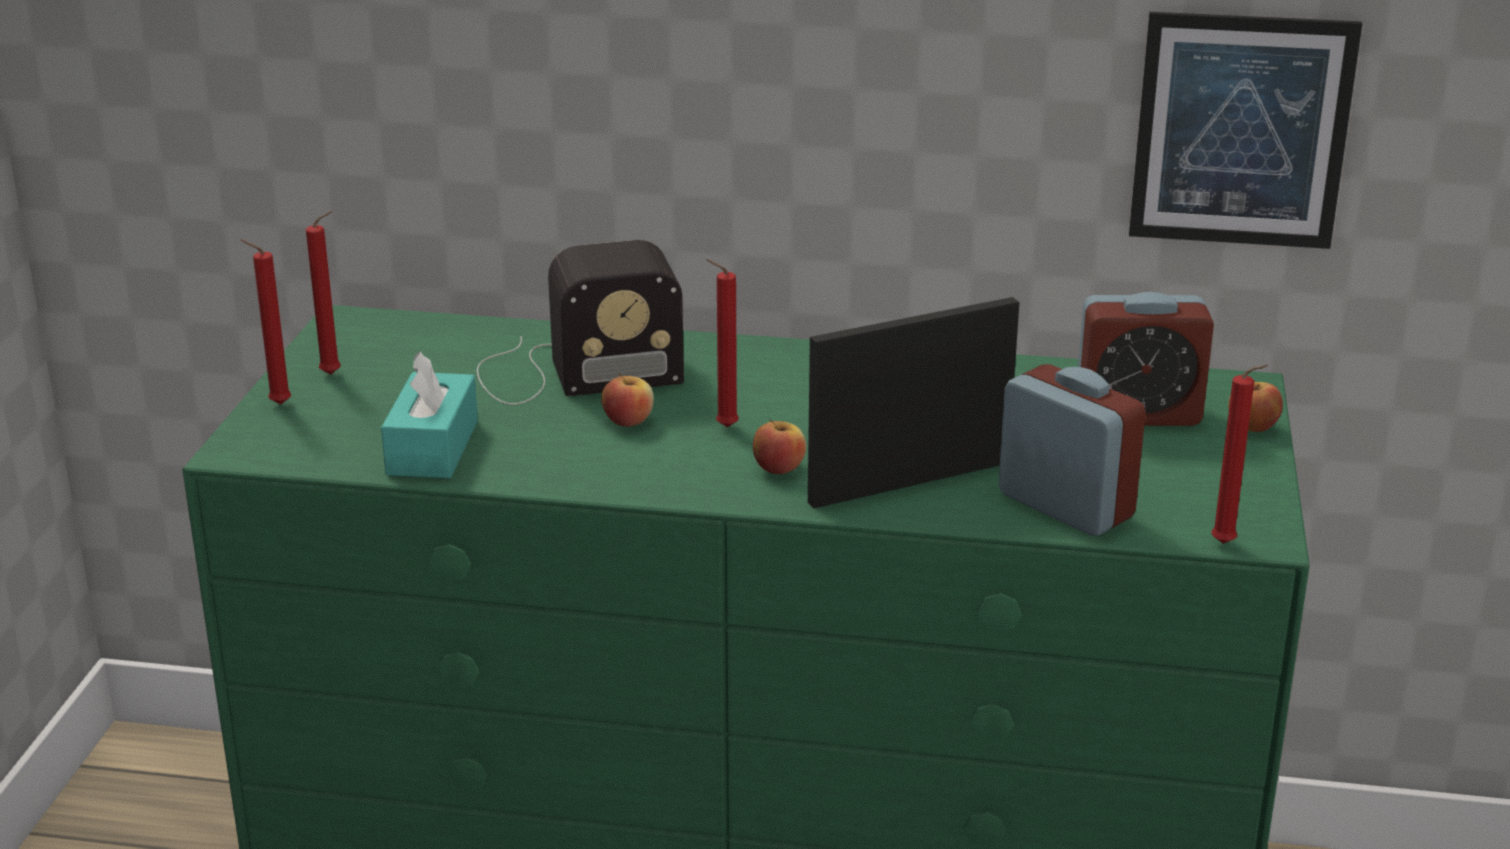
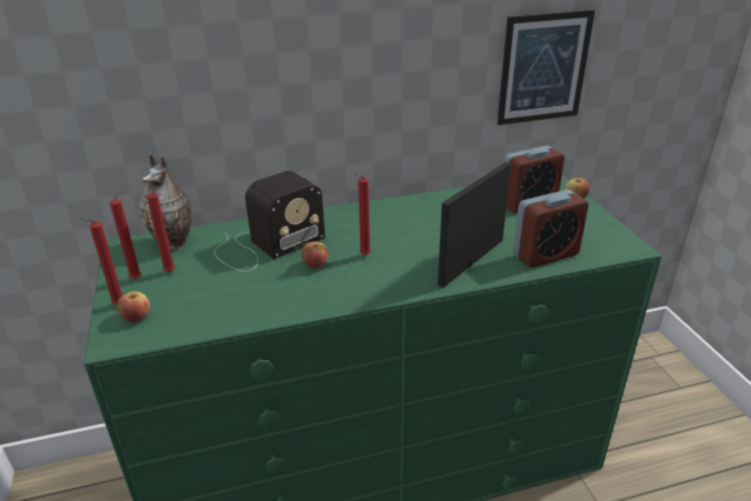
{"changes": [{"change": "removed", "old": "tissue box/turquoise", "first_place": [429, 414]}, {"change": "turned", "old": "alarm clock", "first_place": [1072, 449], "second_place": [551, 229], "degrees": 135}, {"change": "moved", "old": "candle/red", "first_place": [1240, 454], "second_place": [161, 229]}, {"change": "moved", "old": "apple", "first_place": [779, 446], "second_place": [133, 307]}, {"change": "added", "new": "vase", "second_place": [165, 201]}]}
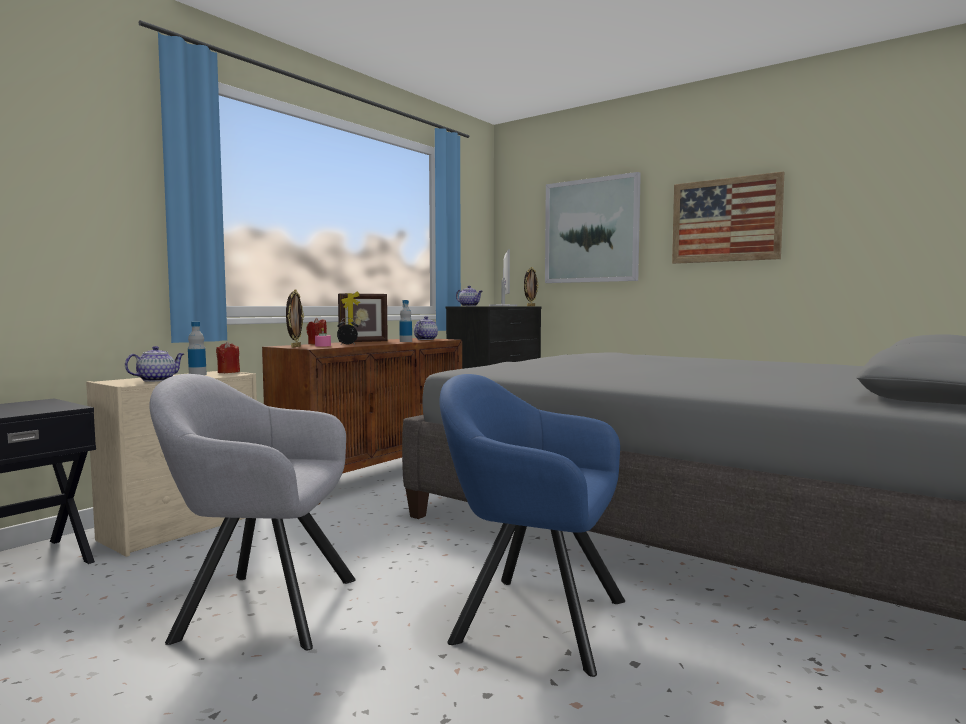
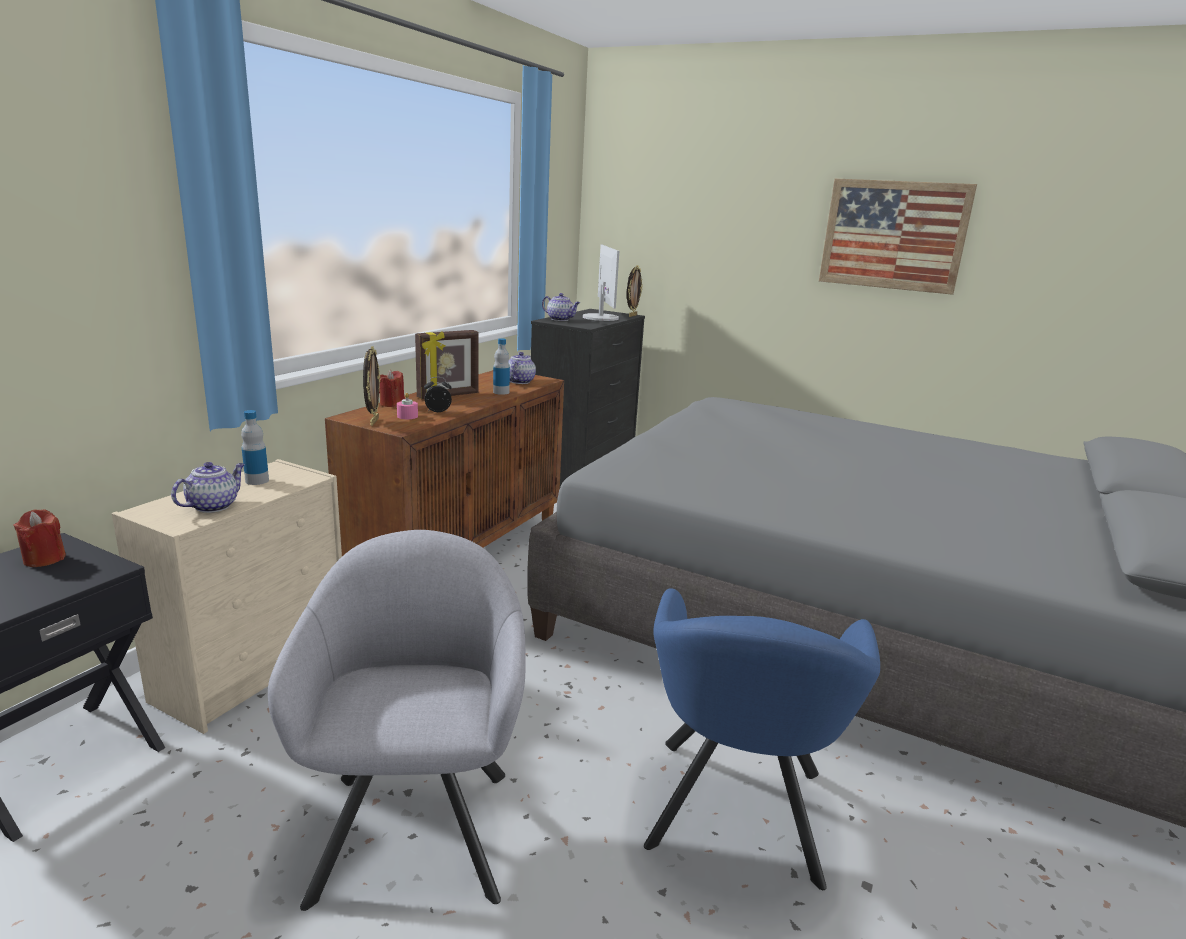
{"changes": [{"change": "removed", "old": "picture", "first_place": [593, 227]}, {"change": "moved", "old": "candle/red", "first_place": [228, 357], "second_place": [40, 538]}, {"change": "turned", "old": "armchair/grey", "first_place": [252, 512], "second_place": [396, 720], "degrees": 90}, {"change": "turned", "old": "armchair/blue", "first_place": [532, 525], "second_place": [762, 739], "degrees": -90}]}
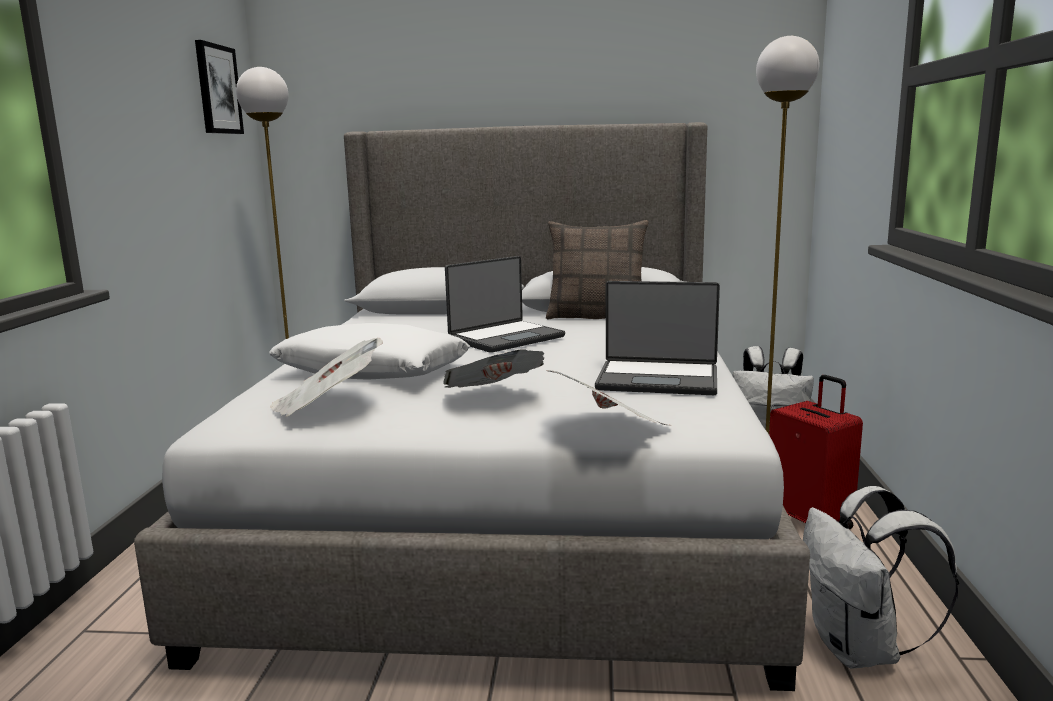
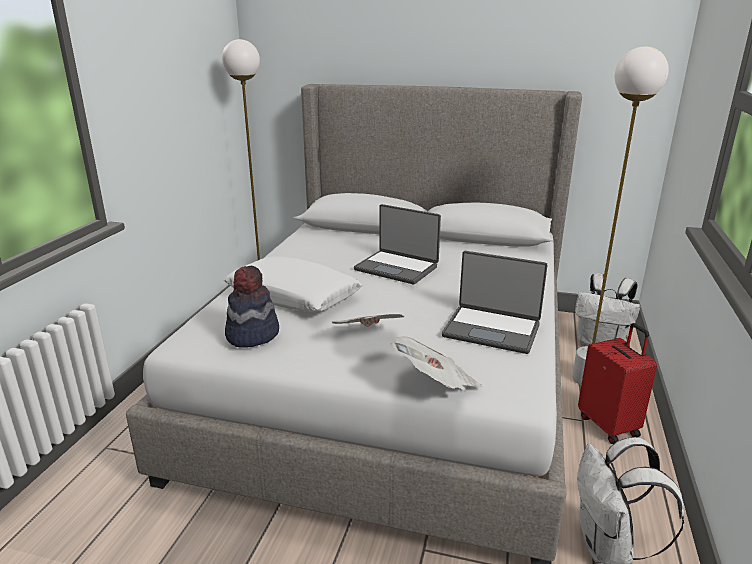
{"changes": [{"change": "removed", "old": "picture", "first_place": [219, 87]}, {"change": "removed", "old": "pillow", "first_place": [597, 270]}, {"change": "turned", "old": "laptop", "first_place": [505, 304], "second_place": [397, 244], "degrees": 60}, {"change": "replaced", "old": "newspaper", "new": "hat", "first_place": [326, 377], "second_place": [252, 307]}]}
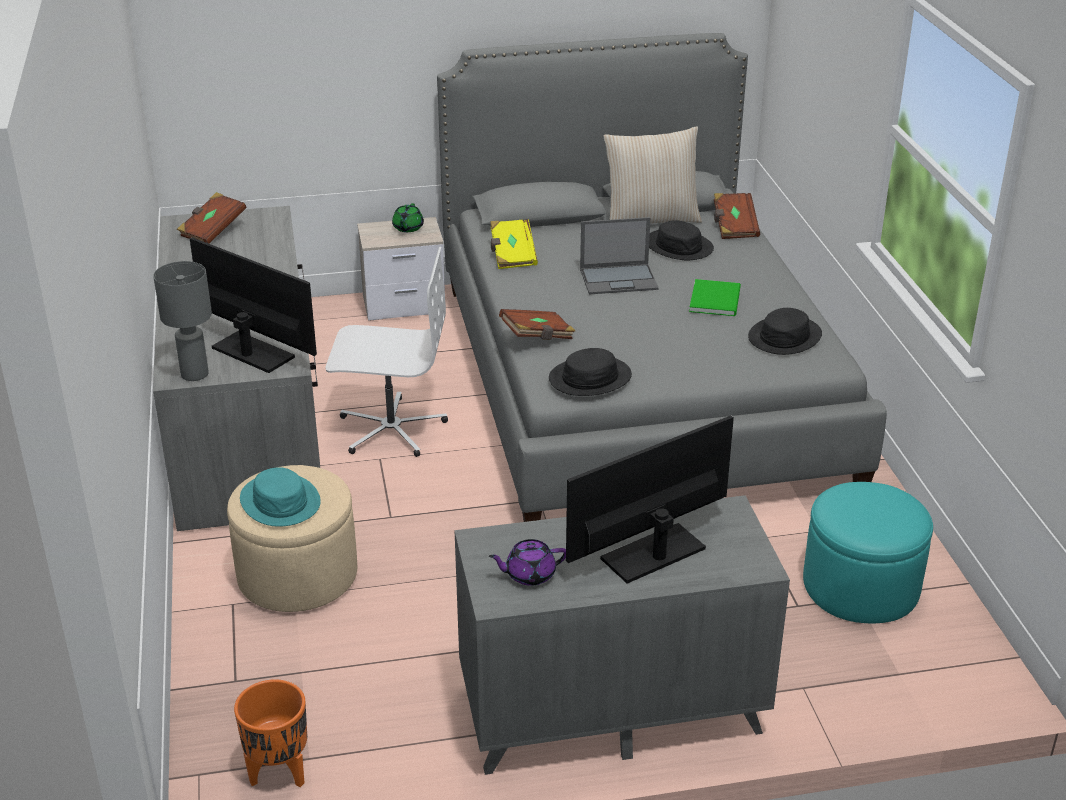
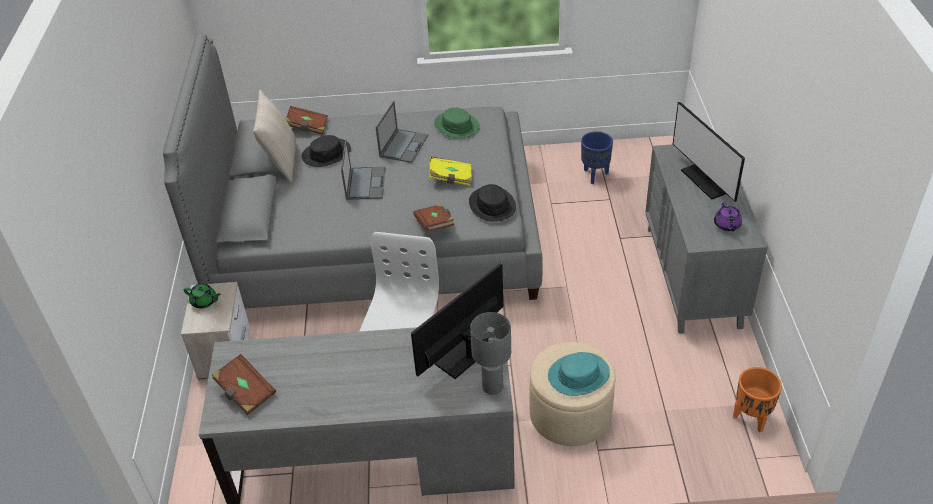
{"changes": [{"change": "moved", "old": "book/yellow", "first_place": [514, 244], "second_place": [451, 171]}, {"change": "replaced", "old": "book/green", "new": "laptop", "first_place": [715, 297], "second_place": [401, 132]}, {"change": "recoloured", "old": "hat/black", "new": "hat/green", "first_place": [785, 331], "second_place": [457, 122]}, {"change": "replaced", "old": "ottoman/turquoise", "new": "planter/blue", "first_place": [868, 552], "second_place": [597, 157]}]}
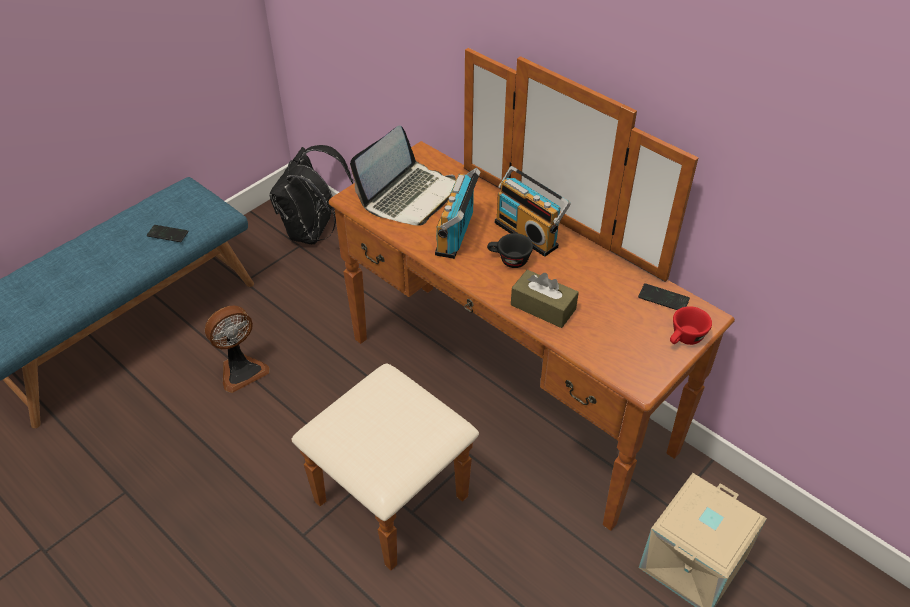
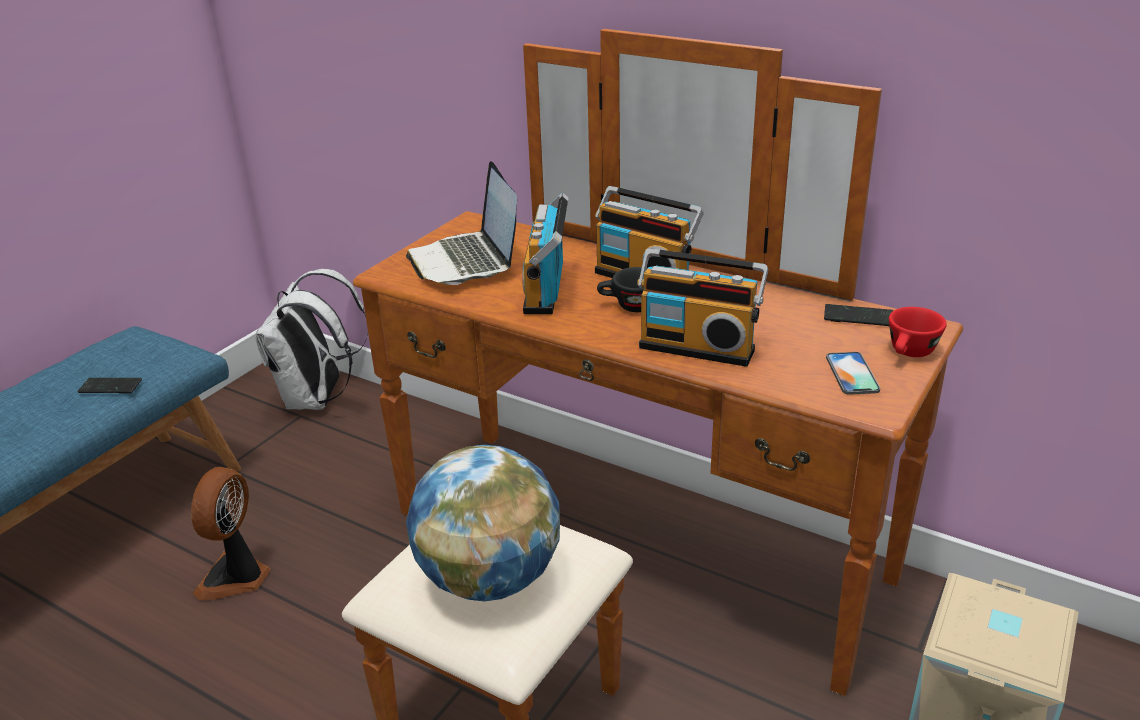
{"changes": [{"change": "turned", "old": "laptop", "first_place": [403, 175], "second_place": [461, 223], "degrees": 135}, {"change": "recoloured", "old": "backpack/black", "new": "backpack/white", "first_place": [311, 194], "second_place": [311, 339]}, {"change": "replaced", "old": "tissue box/brown", "new": "radio", "first_place": [545, 299], "second_place": [702, 307]}, {"change": "turned", "old": "fan", "first_place": [237, 349], "second_place": [230, 533], "degrees": 150}, {"change": "added", "new": "phone", "second_place": [853, 373]}, {"change": "added", "new": "globe", "second_place": [483, 523]}]}
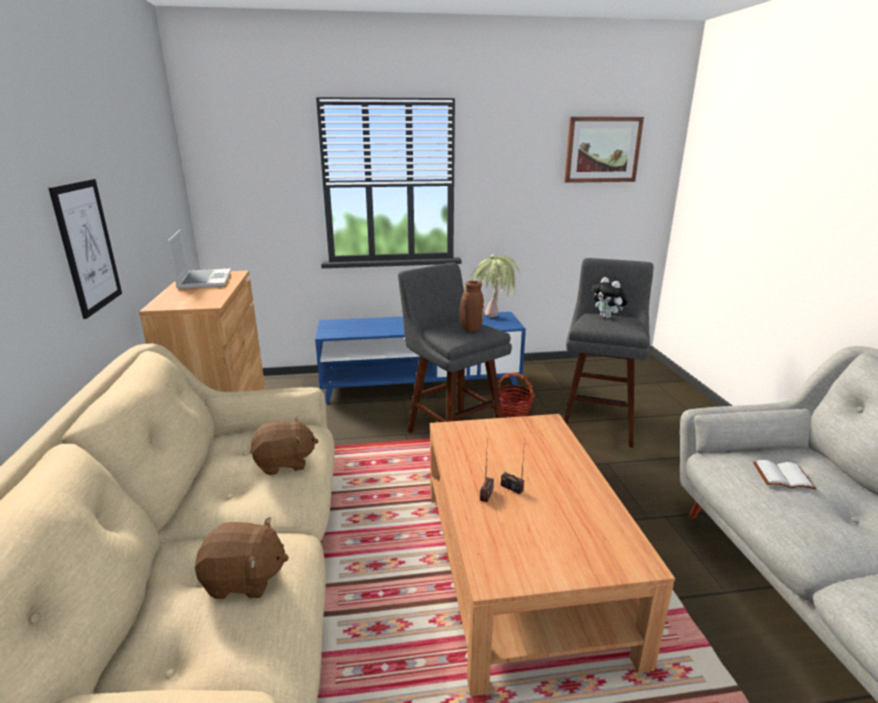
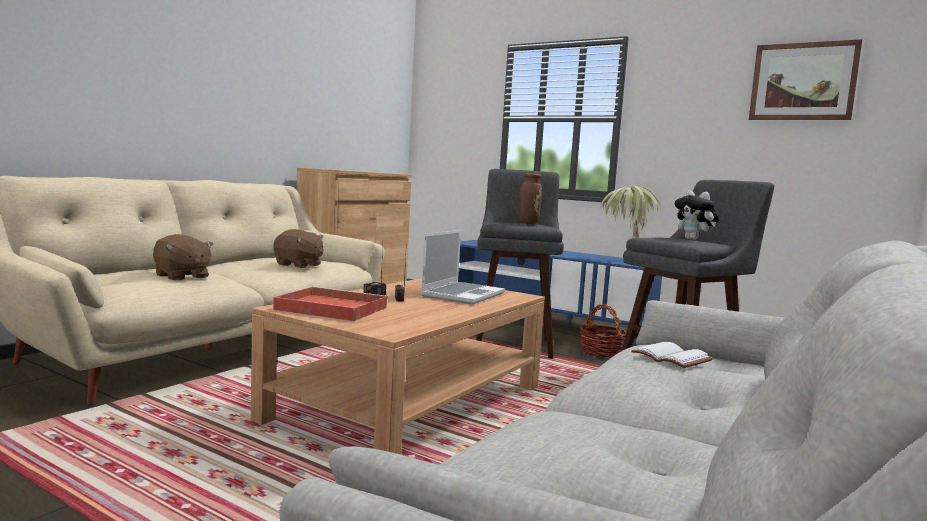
{"changes": [{"change": "removed", "old": "picture", "first_place": [85, 249]}, {"change": "moved", "old": "laptop", "first_place": [199, 259], "second_place": [463, 267]}, {"change": "turned", "old": "plush toy", "first_place": [610, 298], "second_place": [697, 215], "degrees": -45}, {"change": "added", "new": "tray/red", "second_place": [330, 303]}]}
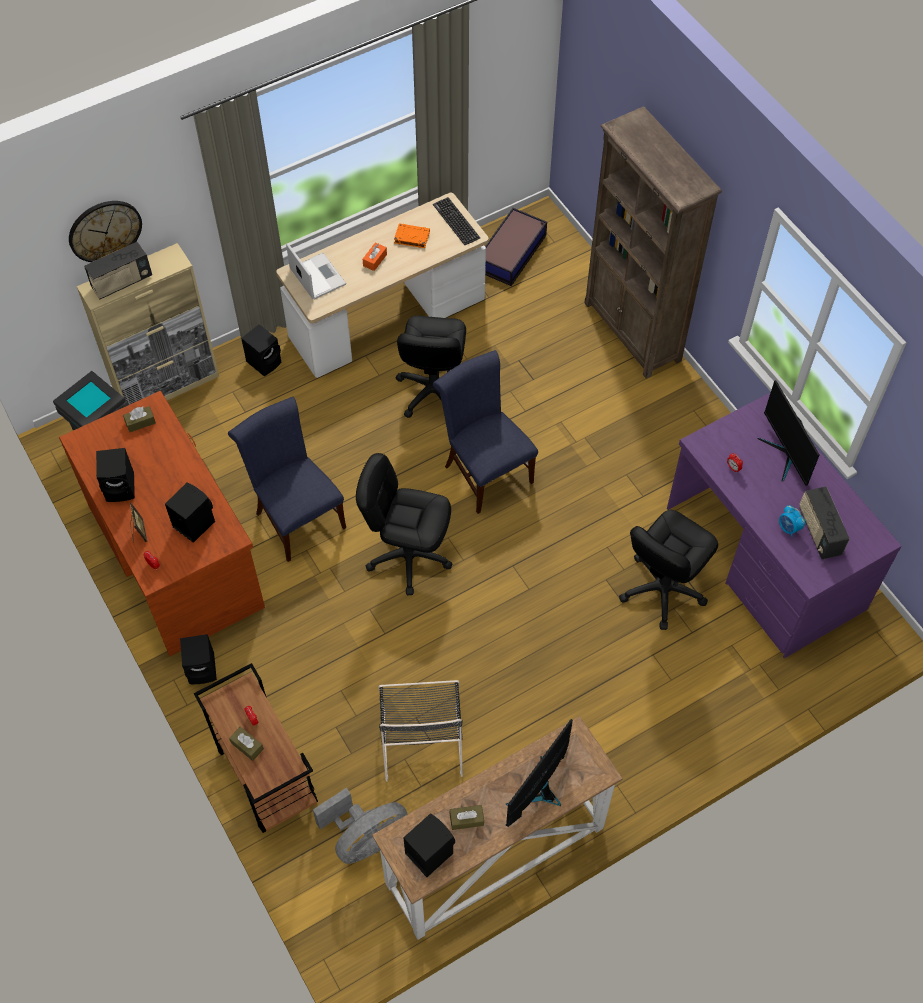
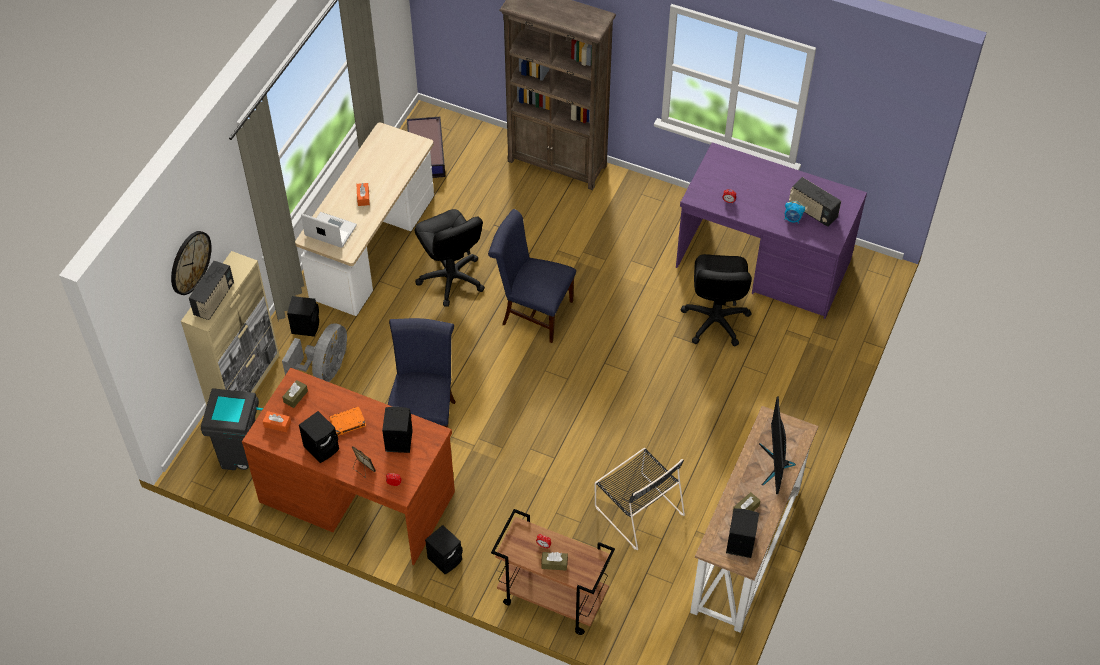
{"changes": [{"change": "removed", "old": "keyboard", "first_place": [456, 221]}, {"change": "moved", "old": "book/orange", "first_place": [412, 235], "second_place": [347, 421]}, {"change": "removed", "old": "monitor", "first_place": [789, 433]}, {"change": "turned", "old": "chair/blue", "first_place": [287, 479], "second_place": [422, 373], "degrees": 75}, {"change": "removed", "old": "office chair/black", "first_place": [404, 524]}, {"change": "moved", "old": "fan/grey", "first_place": [360, 826], "second_place": [314, 352]}, {"change": "added", "new": "tissue box/orange", "second_place": [277, 421]}]}
